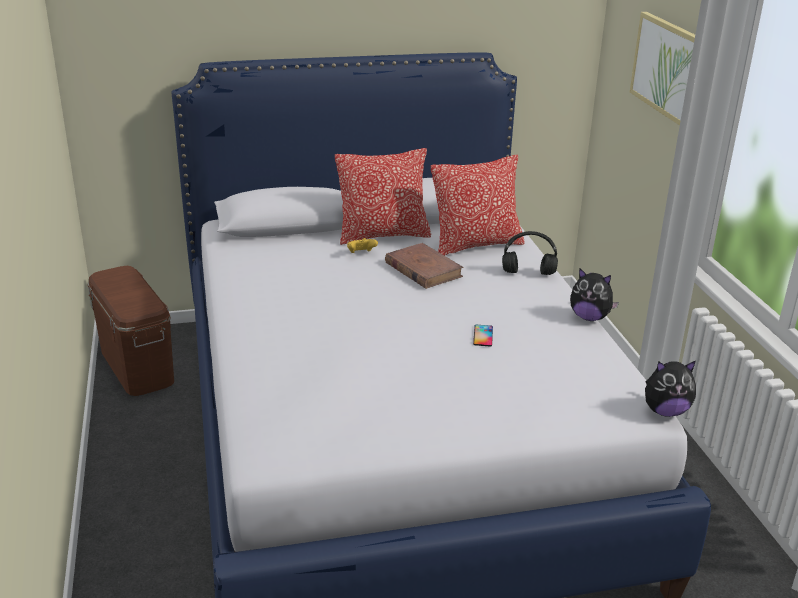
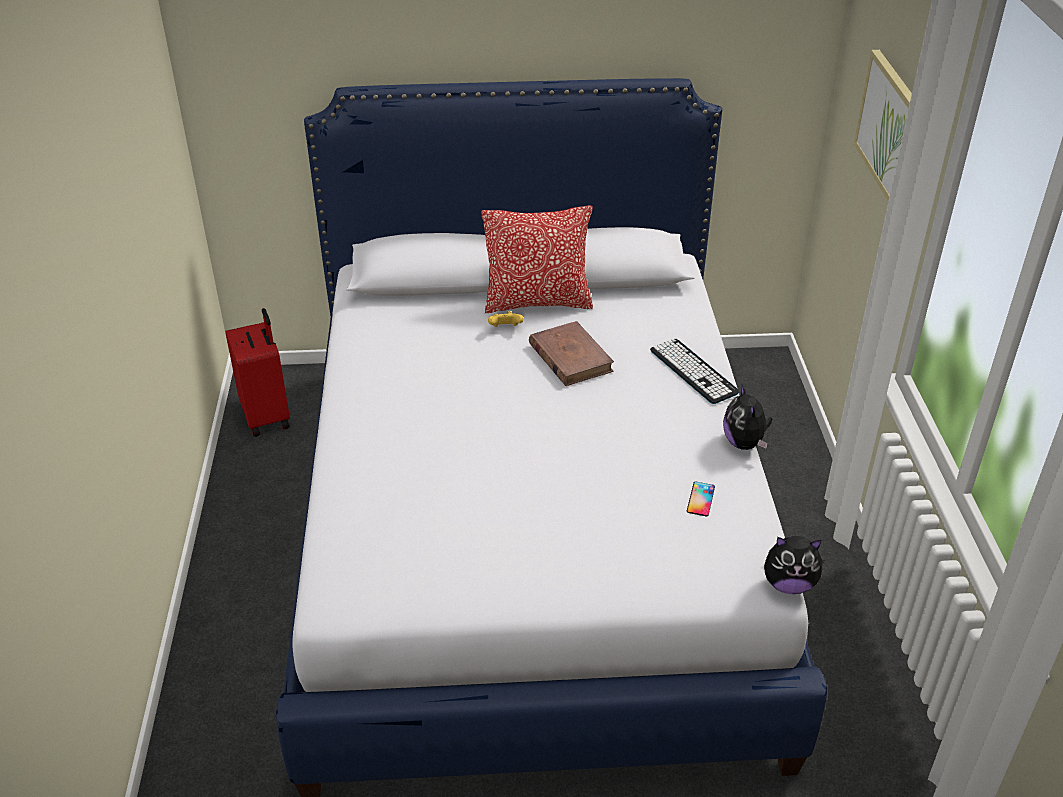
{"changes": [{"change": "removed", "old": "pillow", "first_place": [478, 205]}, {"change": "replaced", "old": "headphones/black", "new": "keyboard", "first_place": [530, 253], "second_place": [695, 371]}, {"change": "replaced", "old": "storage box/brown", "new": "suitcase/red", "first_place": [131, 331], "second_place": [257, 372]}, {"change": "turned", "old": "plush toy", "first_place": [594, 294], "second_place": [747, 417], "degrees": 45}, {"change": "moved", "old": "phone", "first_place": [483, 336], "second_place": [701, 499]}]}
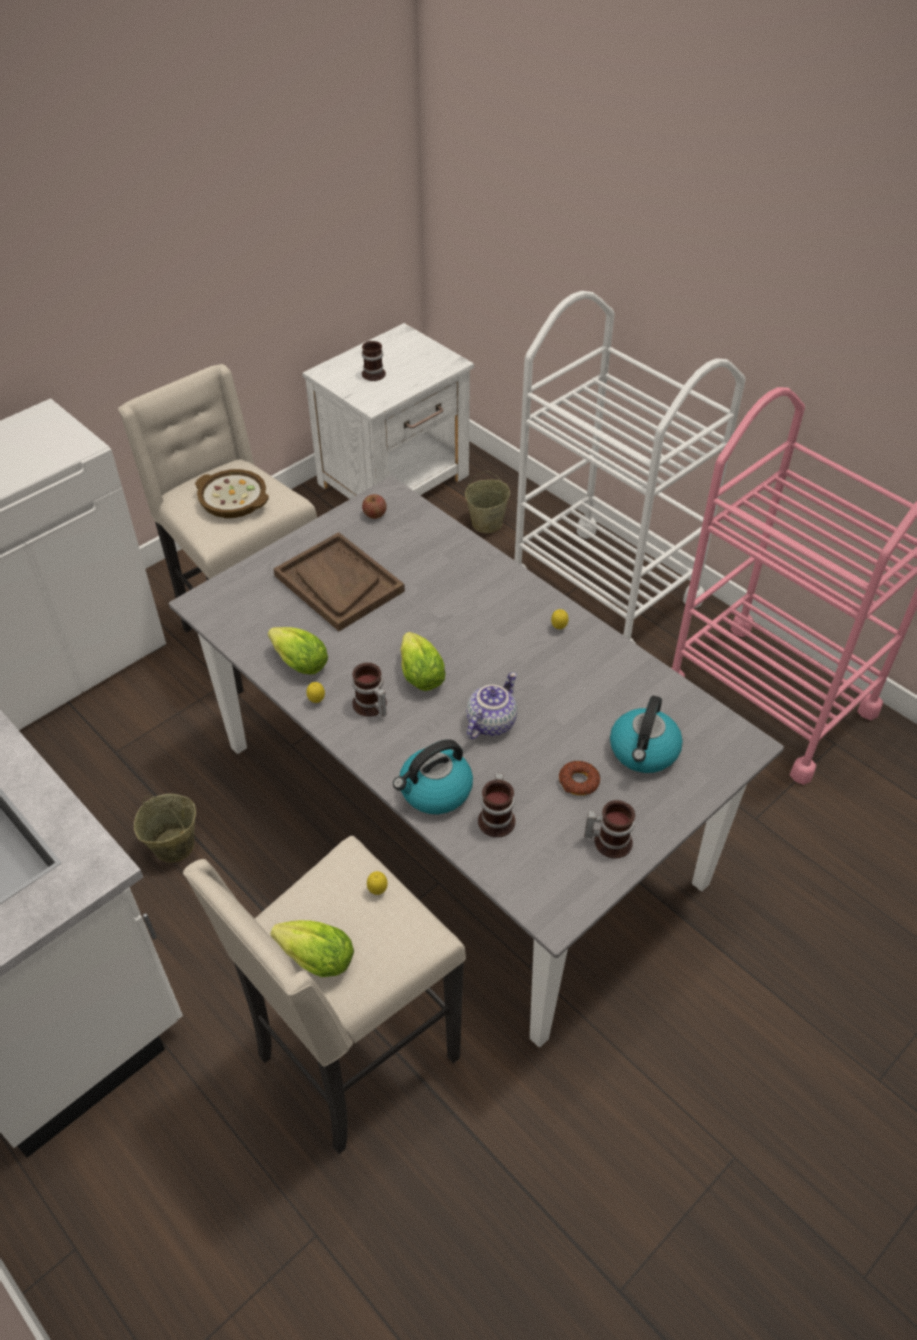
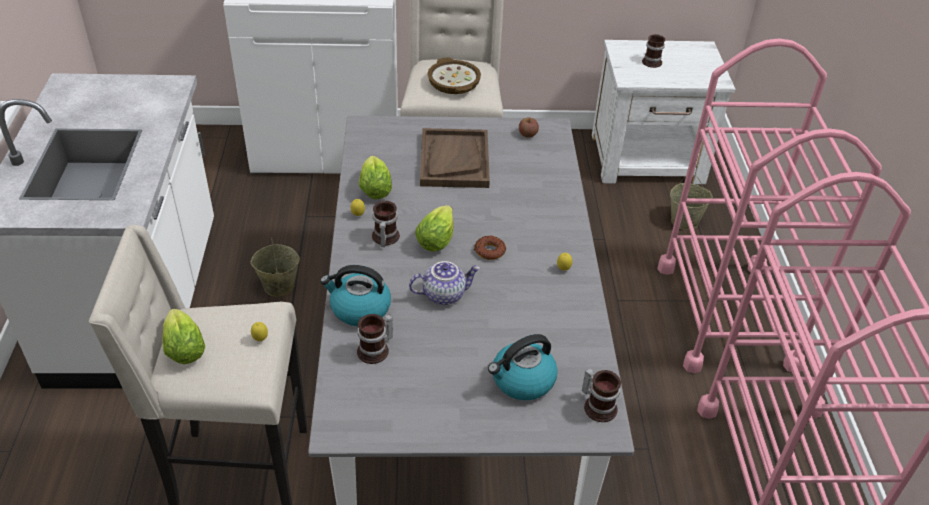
{"changes": [{"change": "recoloured", "old": "cart/white", "new": "cart/pink", "first_place": [630, 467], "second_place": [769, 205]}, {"change": "moved", "old": "donut", "first_place": [579, 778], "second_place": [490, 248]}, {"change": "moved", "old": "mug", "first_place": [609, 829], "second_place": [601, 395]}]}
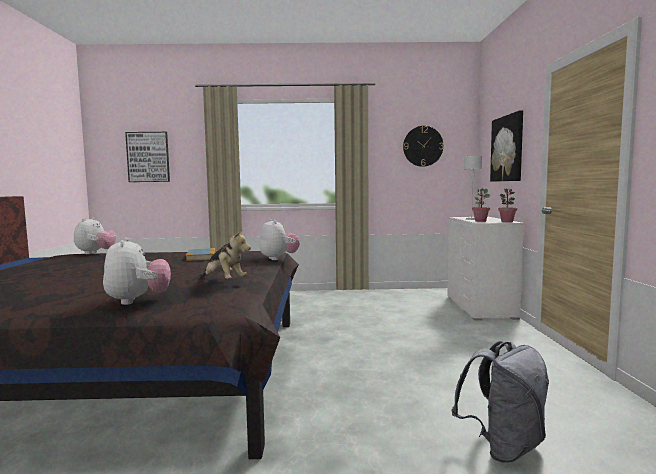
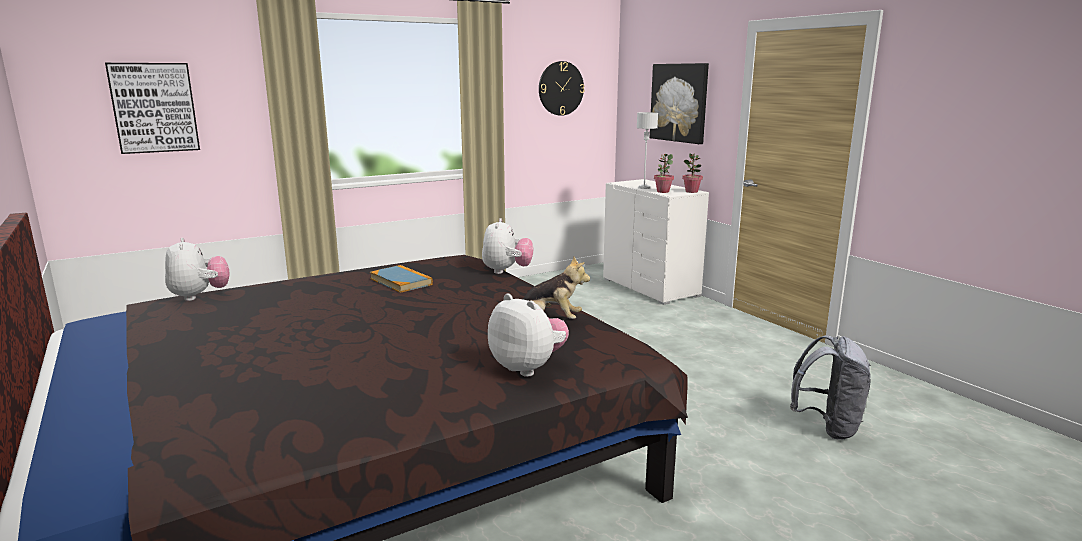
{"changes": [{"change": "turned", "old": "plush toy", "first_place": [279, 239], "second_place": [507, 246], "degrees": 60}]}
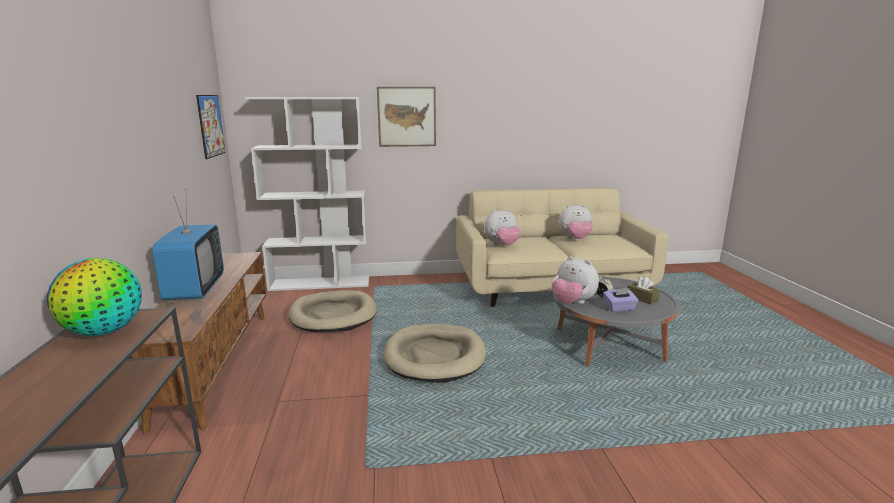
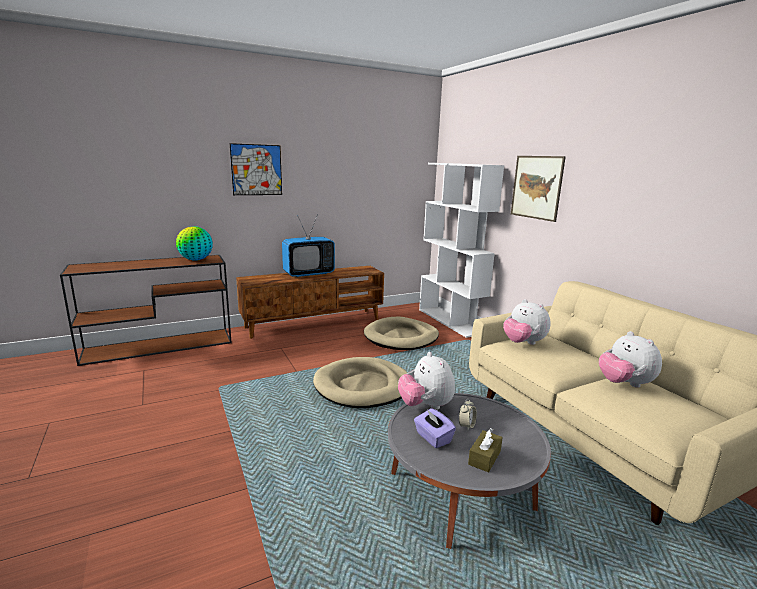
{"changes": [{"change": "moved", "old": "picture", "first_place": [211, 127], "second_place": [256, 169]}, {"change": "turned", "old": "plush toy", "first_place": [575, 280], "second_place": [426, 381], "degrees": -45}]}
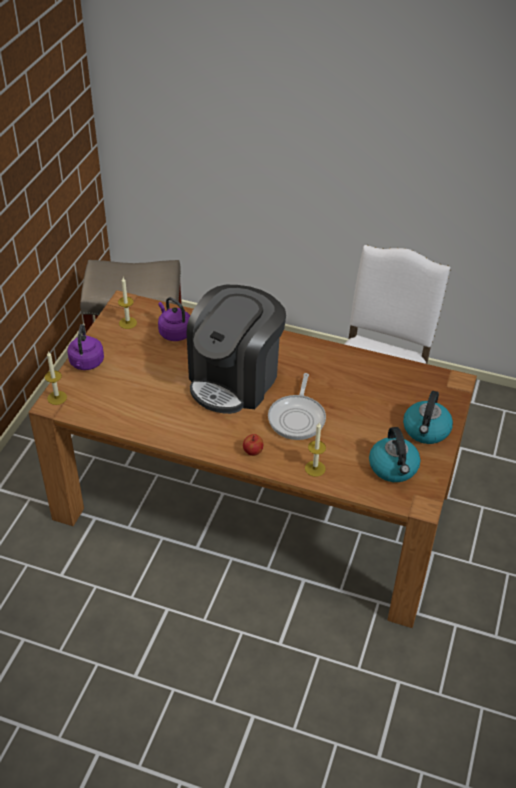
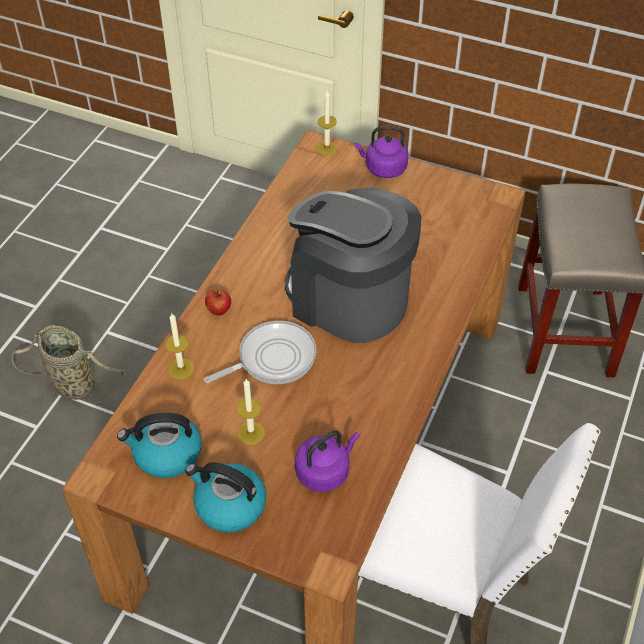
{"changes": [{"change": "moved", "old": "candle", "first_place": [127, 303], "second_place": [251, 412]}, {"change": "moved", "old": "kettle/purple", "first_place": [174, 319], "second_place": [327, 461]}, {"change": "turned", "old": "frying pan", "first_place": [297, 406], "second_place": [260, 352], "degrees": 135}, {"change": "added", "new": "basket", "second_place": [68, 365]}]}
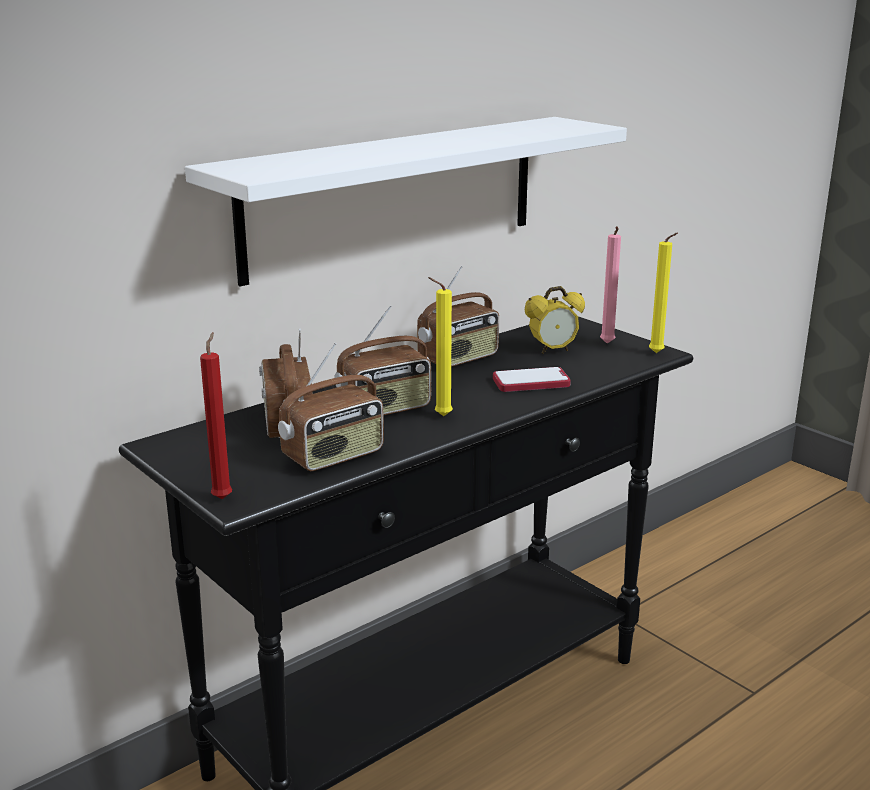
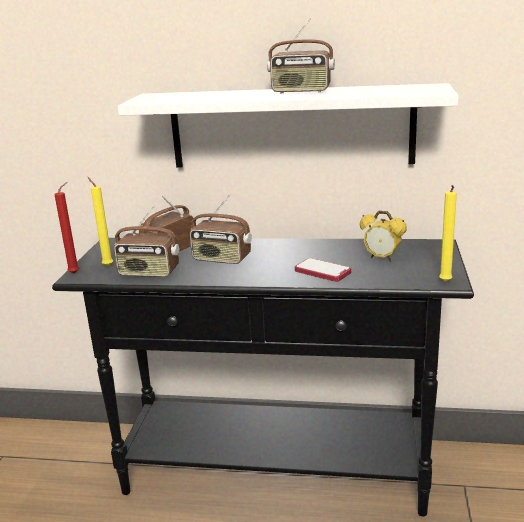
{"changes": [{"change": "removed", "old": "candle/pink", "first_place": [610, 285]}, {"change": "moved", "old": "radio", "first_place": [458, 316], "second_place": [301, 55]}, {"change": "moved", "old": "candle/yellow", "first_place": [440, 346], "second_place": [100, 221]}]}
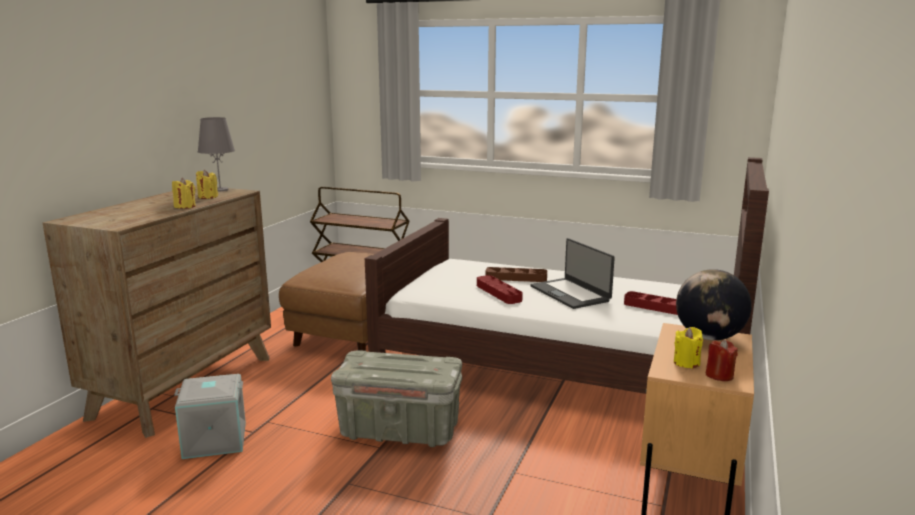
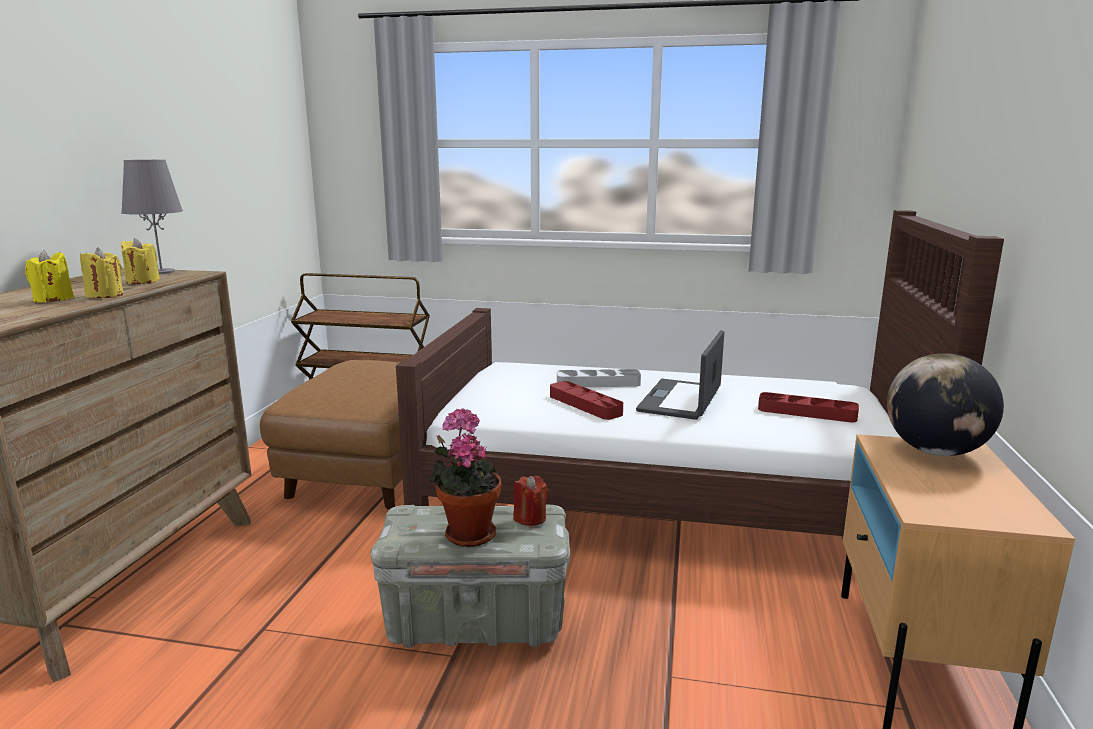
{"changes": [{"change": "turned", "old": "laptop", "first_place": [572, 273], "second_place": [680, 375], "degrees": 60}, {"change": "recoloured", "old": "tray/brown", "new": "tray/grey", "first_place": [516, 274], "second_place": [599, 378]}, {"change": "moved", "old": "candle/yellow", "first_place": [688, 348], "second_place": [49, 276]}, {"change": "moved", "old": "candle/red", "first_place": [722, 360], "second_place": [530, 501]}, {"change": "removed", "old": "storage box/grey", "first_place": [210, 416]}, {"change": "added", "new": "potted plant", "second_place": [466, 477]}]}
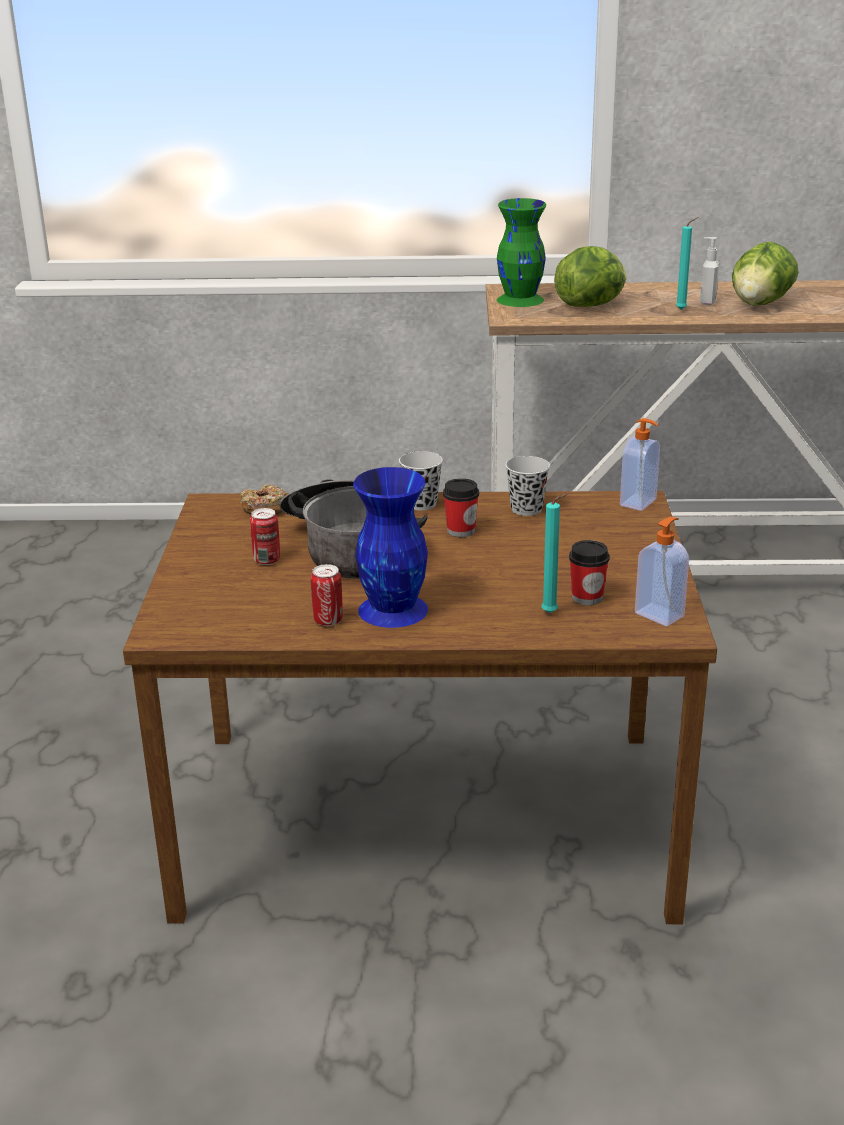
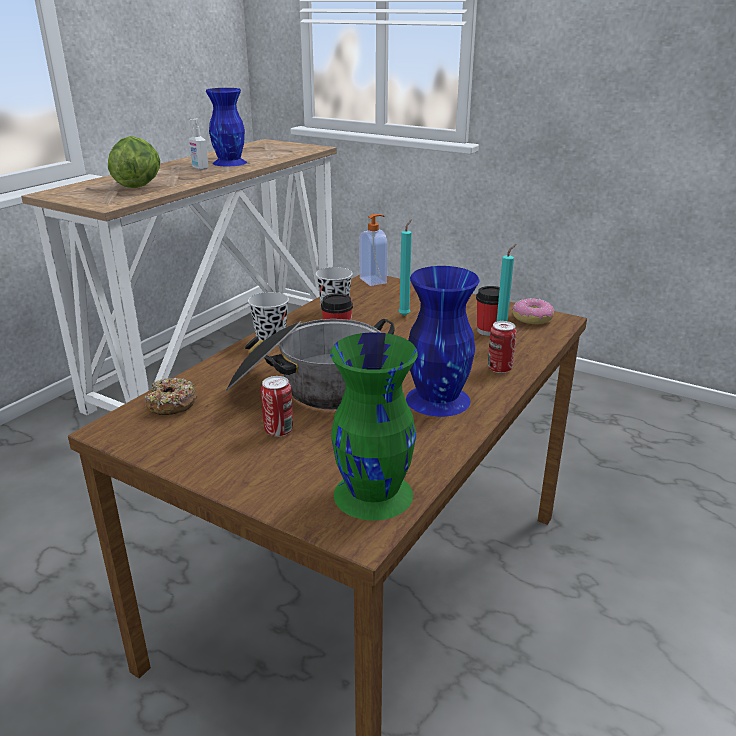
{"changes": [{"change": "moved", "old": "vase/green", "first_place": [521, 252], "second_place": [374, 426]}, {"change": "moved", "old": "candle/turquoise", "first_place": [687, 263], "second_place": [405, 268]}, {"change": "replaced", "old": "lettuce", "new": "vase/blue", "first_place": [765, 274], "second_place": [226, 127]}, {"change": "replaced", "old": "soap dispenser", "new": "donut", "first_place": [662, 571], "second_place": [533, 311]}, {"change": "moved", "old": "can", "first_place": [327, 595], "second_place": [502, 347]}]}
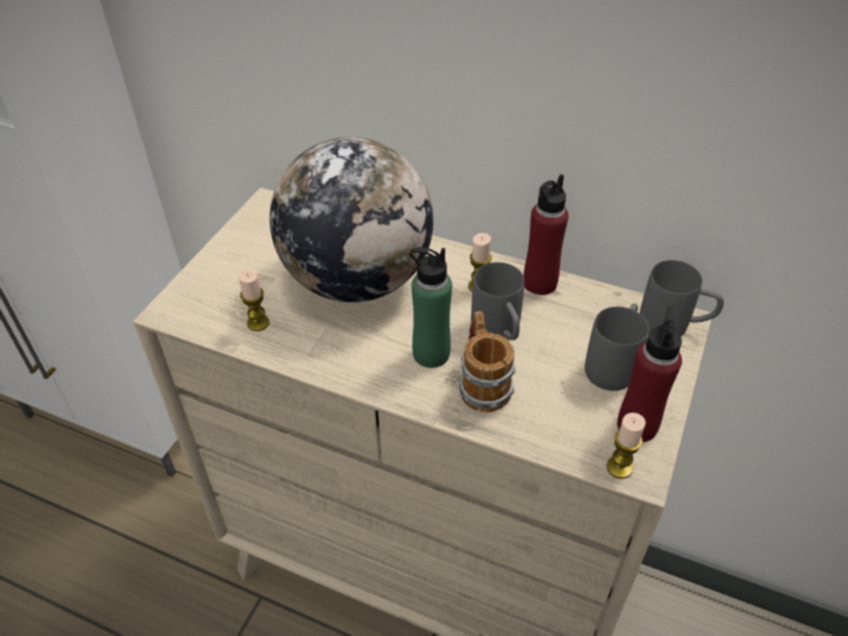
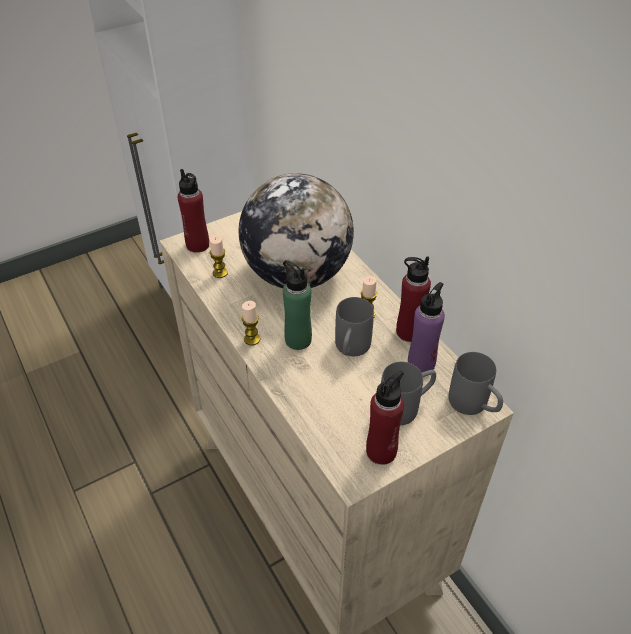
{"changes": [{"change": "removed", "old": "mug", "first_place": [487, 361]}, {"change": "moved", "old": "candle", "first_place": [626, 446], "second_place": [251, 323]}, {"change": "added", "new": "bottle/red", "second_place": [193, 211]}, {"change": "added", "new": "bottle/purple", "second_place": [426, 327]}]}
